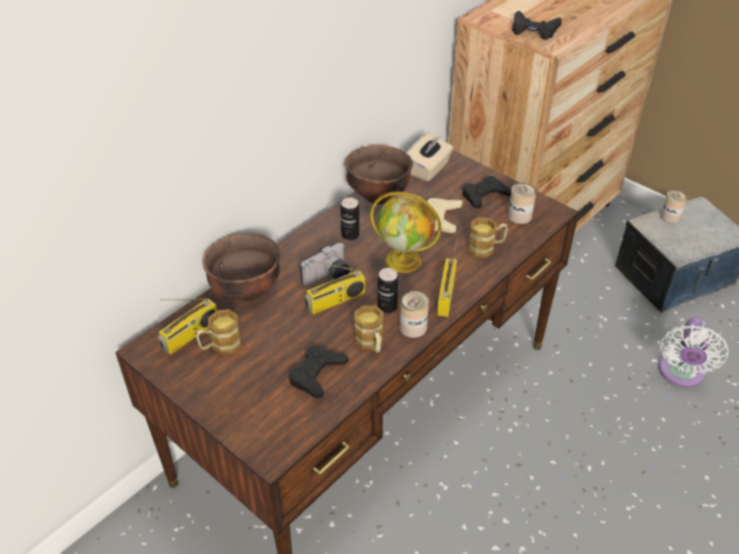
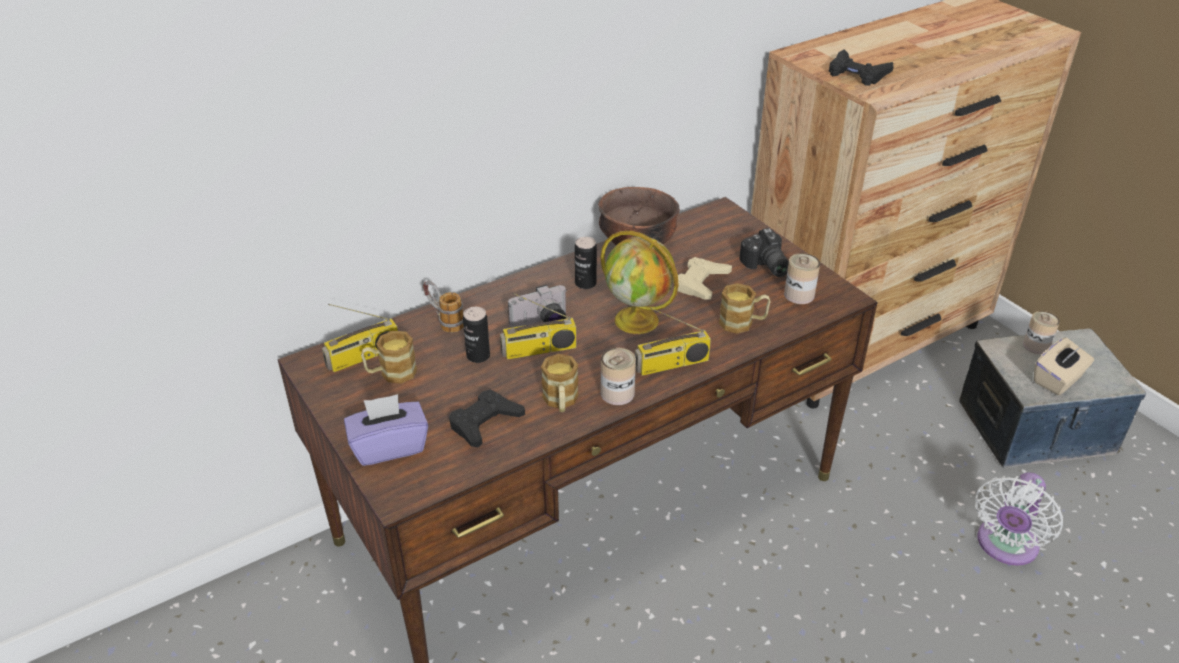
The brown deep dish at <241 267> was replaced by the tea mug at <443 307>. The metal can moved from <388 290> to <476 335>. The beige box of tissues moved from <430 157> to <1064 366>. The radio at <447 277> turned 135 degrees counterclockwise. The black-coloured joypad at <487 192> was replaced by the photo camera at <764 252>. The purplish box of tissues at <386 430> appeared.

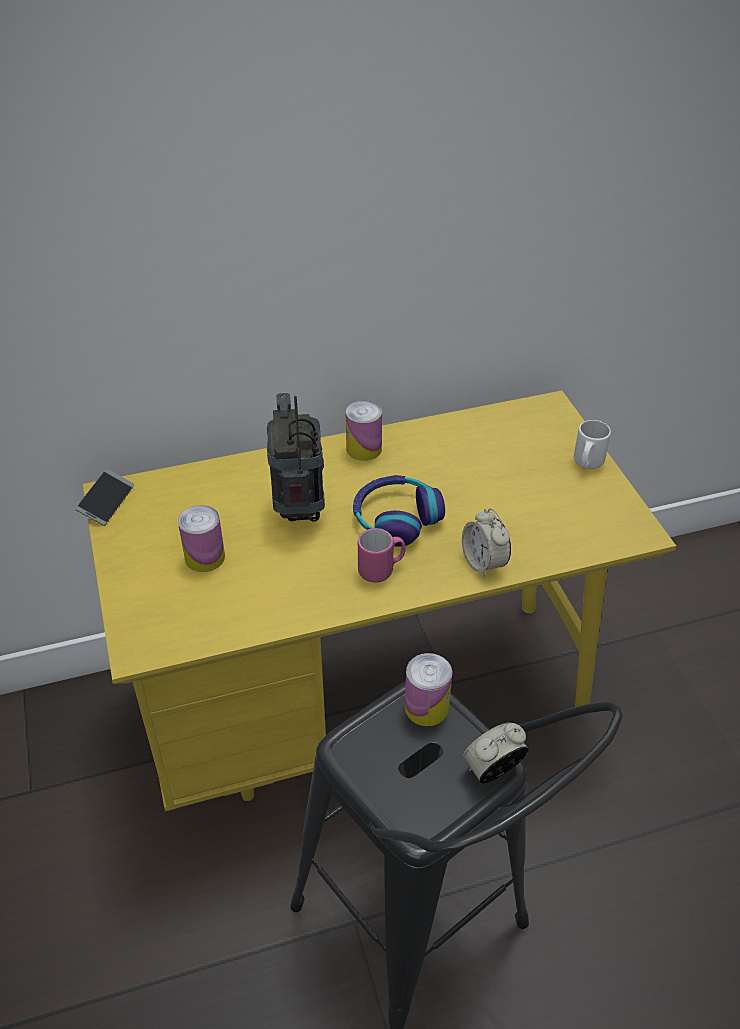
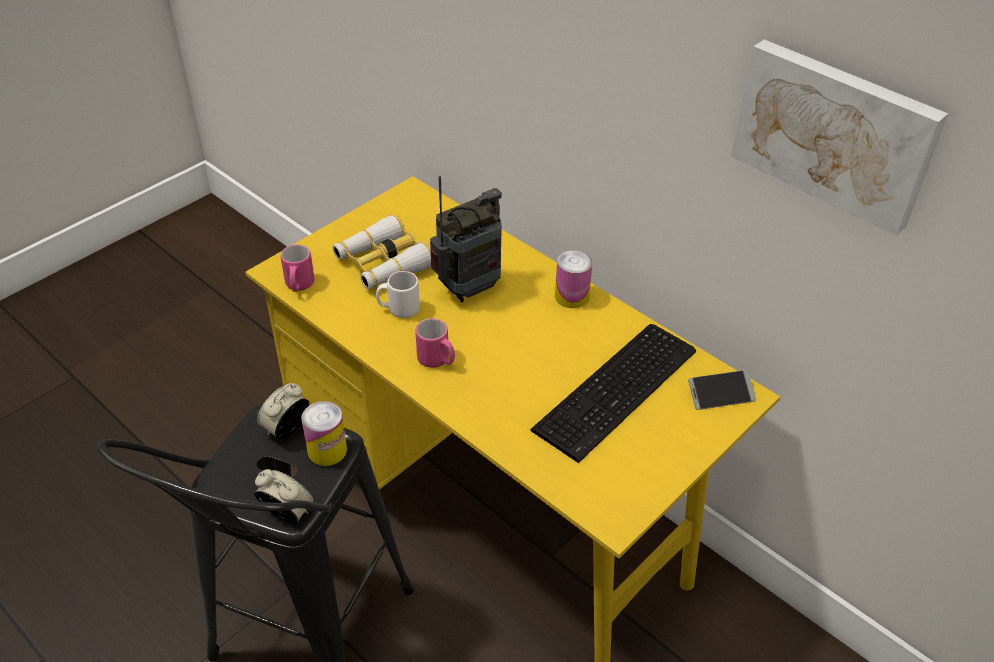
The handset moved from <105 497> to <722 390>. The metal can at <201 538> was replaced by the pair of binoculars at <382 252>. The headset at <399 511> disappeared. The alarm clock moved from <486 543> to <283 411>. The white tea mug moved from <592 444> to <398 294>. The pink tea mug at <297 268> appeared. The PC keyboard at <613 393> appeared. The picture at <839 137> appeared.

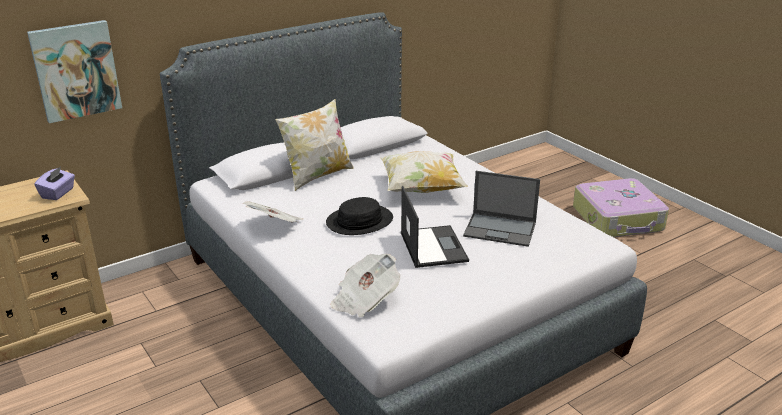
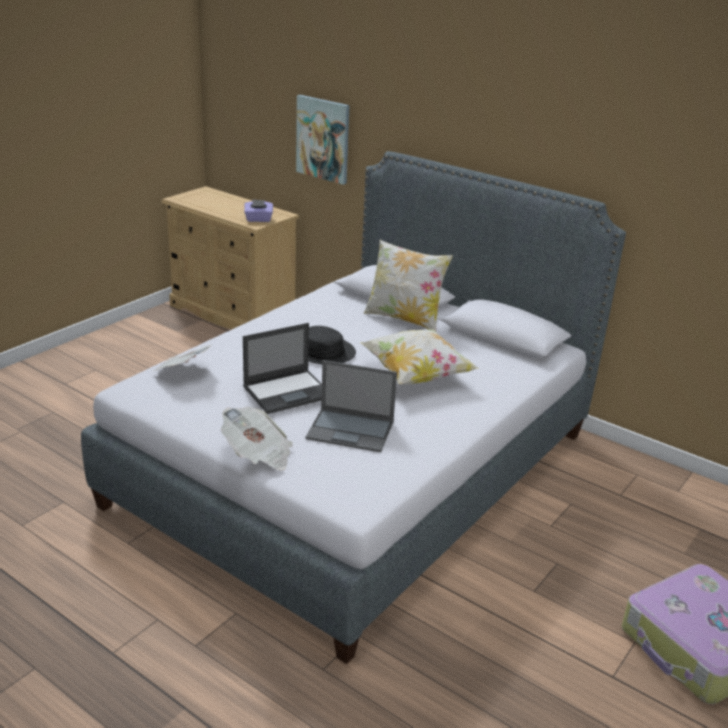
The printed paper moved from <273 212> to <257 439>. The notebook computer at <501 209> turned 75 degrees counterclockwise.

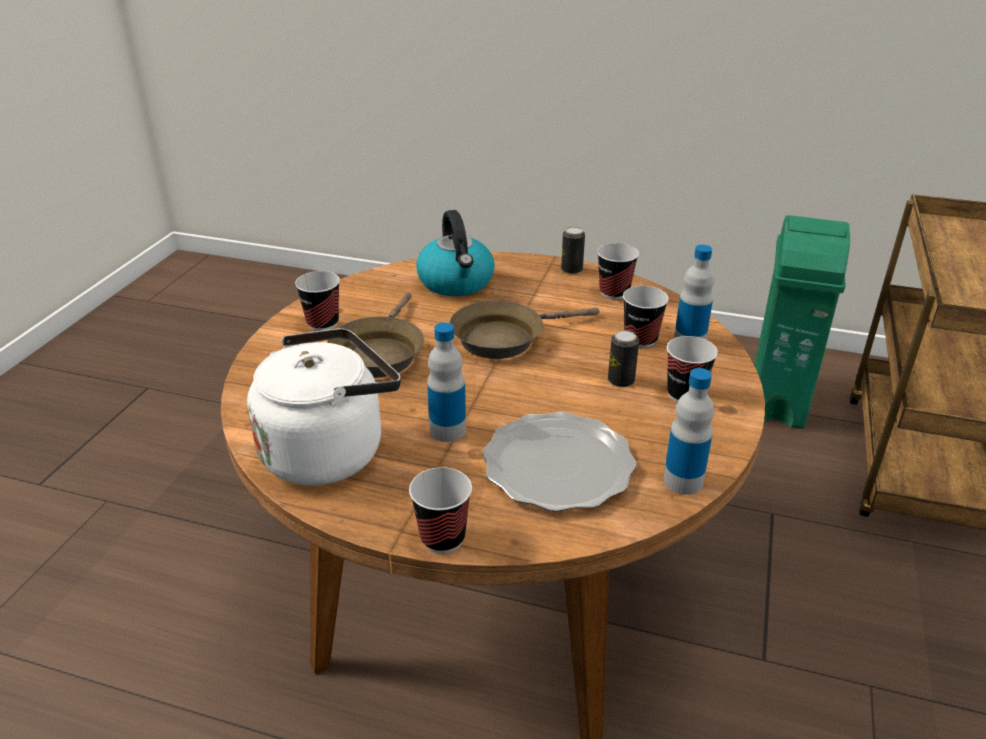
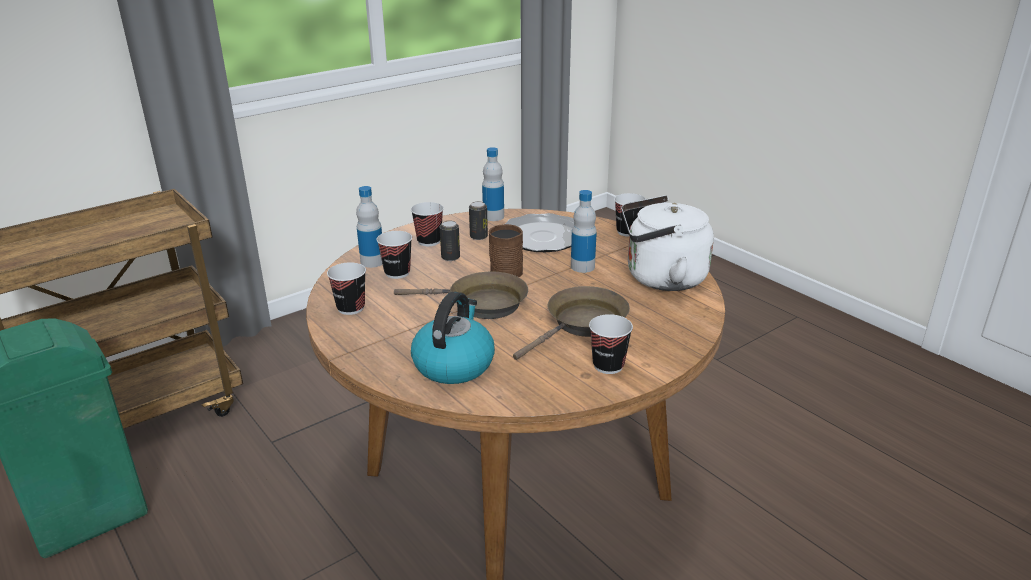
The metal can moved from <573 250> to <478 220>. The brown tea mug at <505 250> appeared.

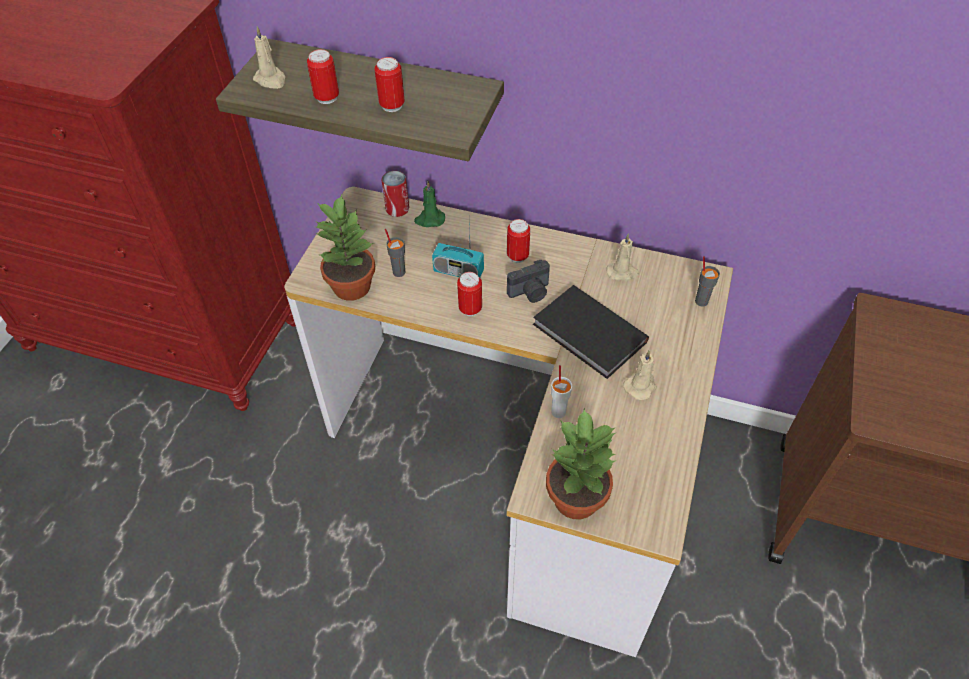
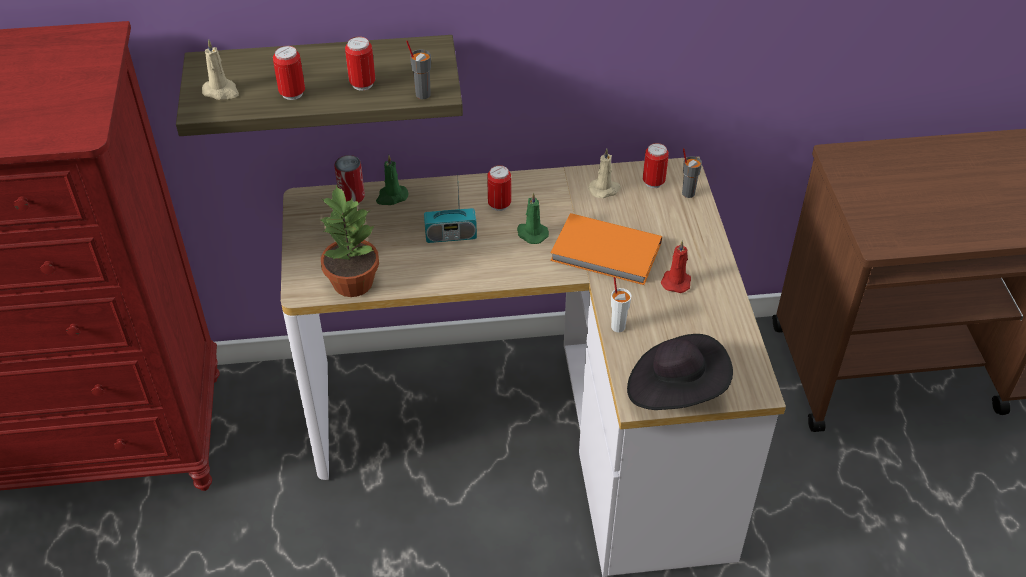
The grey cup moved from <395 253> to <418 69>. The metal can moved from <469 294> to <656 165>. The photo camera at <528 281> was replaced by the green wax light at <533 218>. The black-coloured book at <591 332> became the orange-coloured book at <606 249>. The potted plant at <581 463> was replaced by the black-coloured wearable hat at <680 372>. The beige wax light at <640 375> became the red wax light at <676 266>.

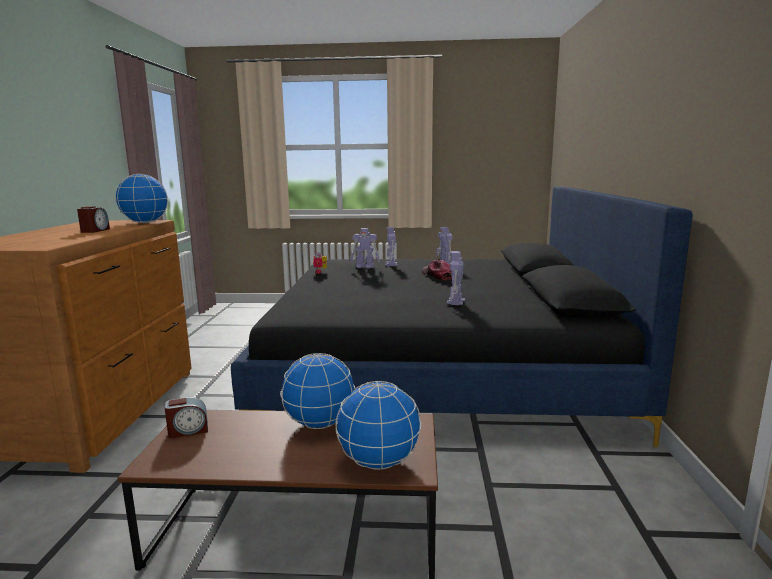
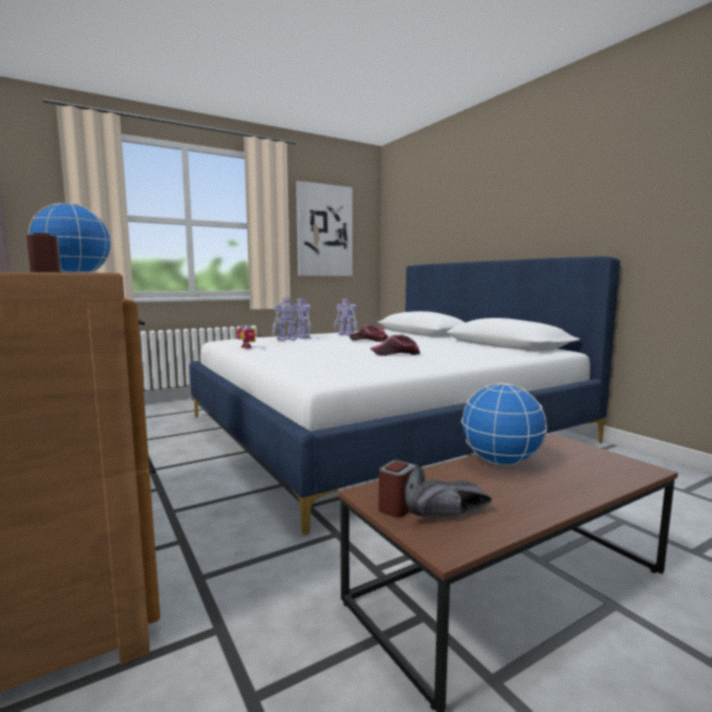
The black-coloured sleeping bed at <462 316> became the white sleeping bed at <404 395>. The desk globe at <378 425> disappeared. The robot figure at <456 278> disappeared. The picture at <324 228> appeared. The peaked cap at <395 345> appeared. The black-coloured low shoe at <450 497> appeared.

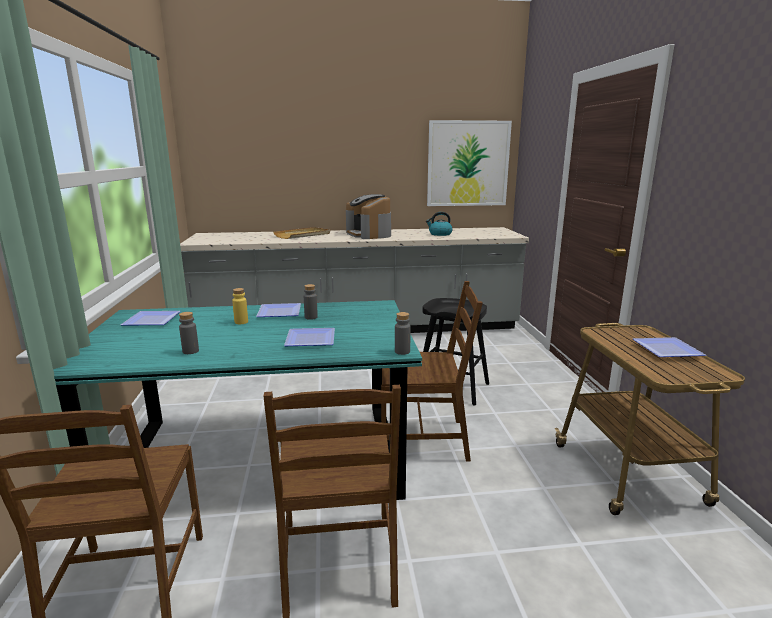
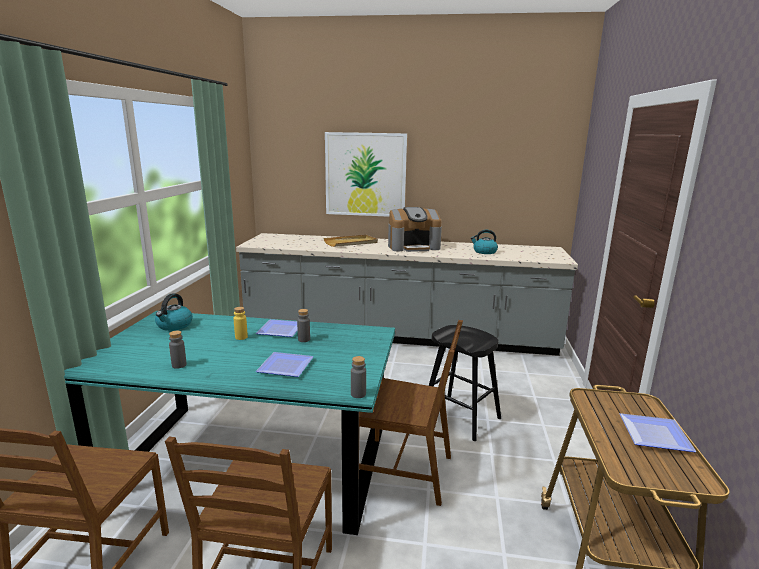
The dinner plate at <150 318> was replaced by the water kettle at <174 312>. The coffee brewer at <368 216> turned 90 degrees counterclockwise. The picture moved from <469 163> to <366 174>.

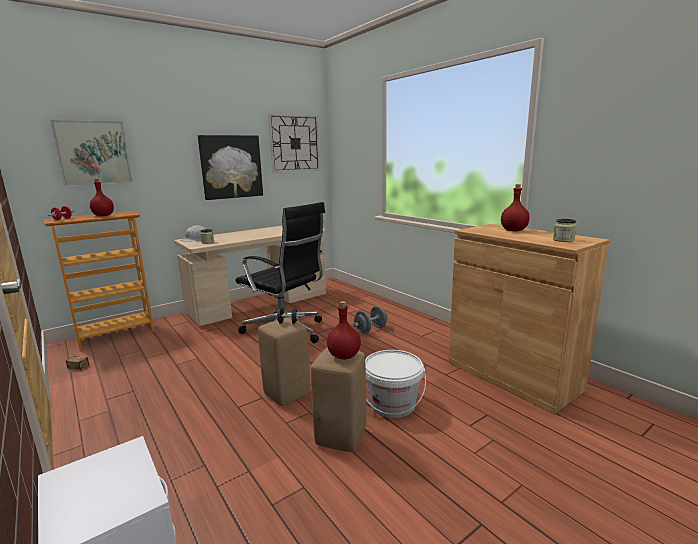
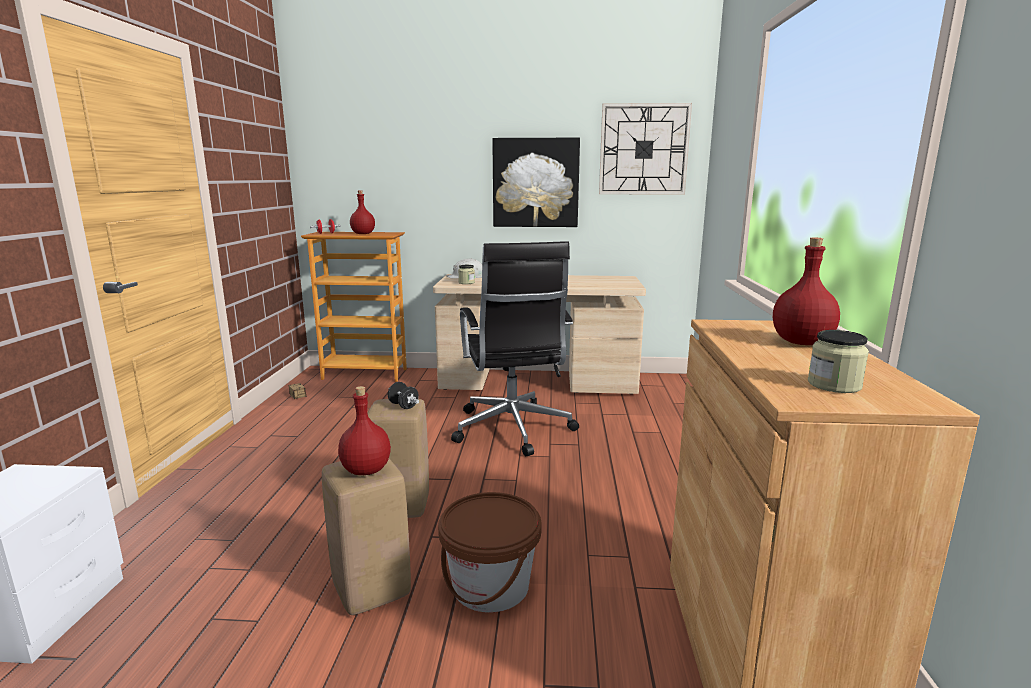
The picture at <91 153> disappeared. The grey dumbbell at <370 320> disappeared. The white pail at <395 384> became the brown pail at <490 552>.

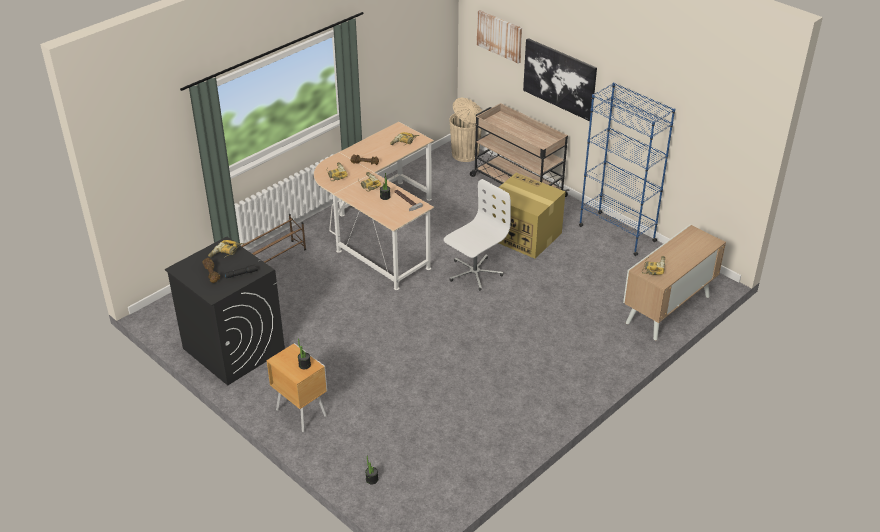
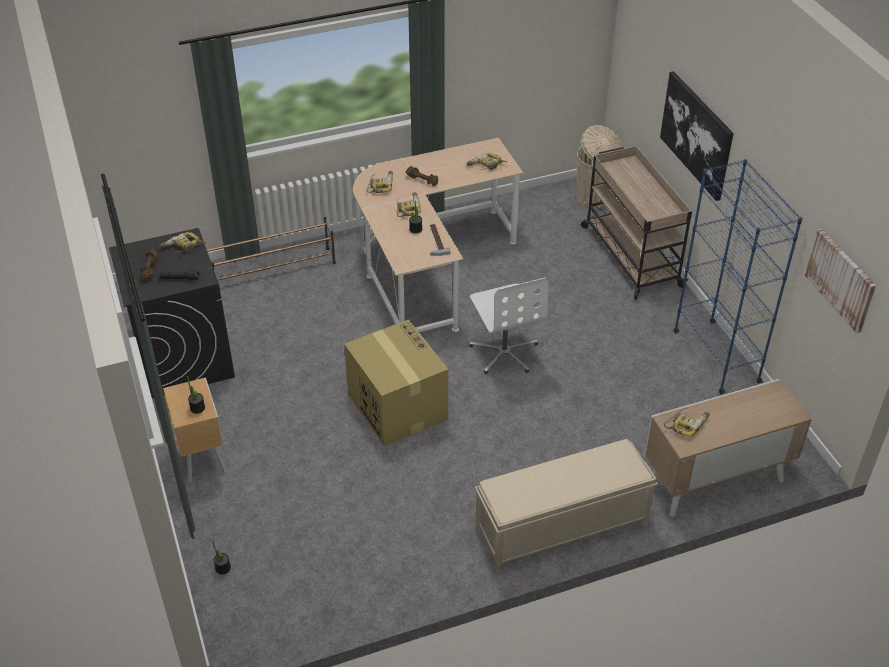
The white computer chair at <477 235> turned 90 degrees clockwise. The picture moved from <499 37> to <840 281>. The cardboard box moved from <529 216> to <396 382>. The beige long seat at <566 506> appeared.

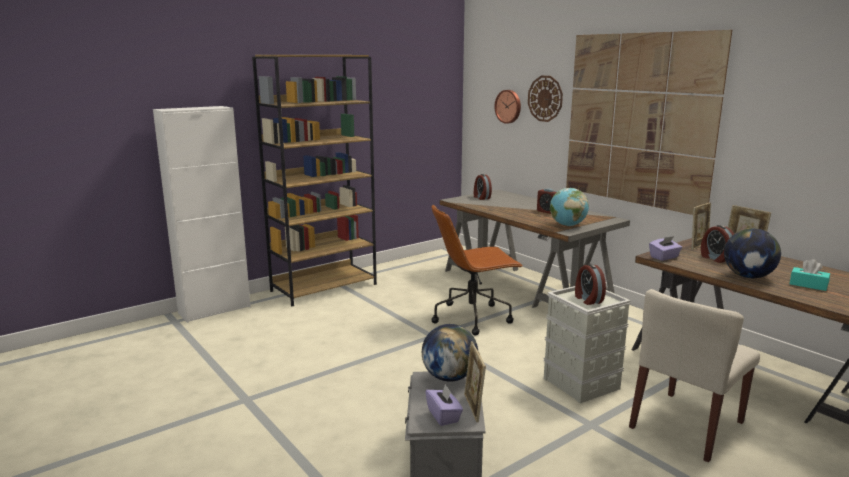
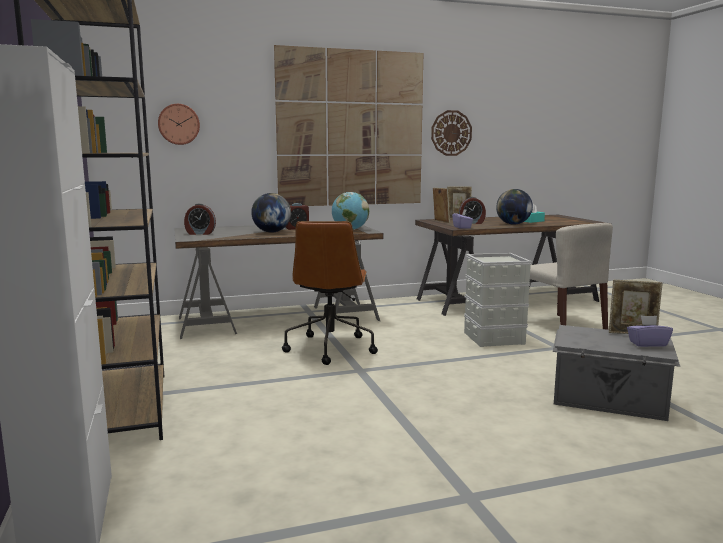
The desk globe moved from <450 353> to <271 213>. The wall clock moved from <545 99> to <451 133>. The alarm clock at <590 284> disappeared.

